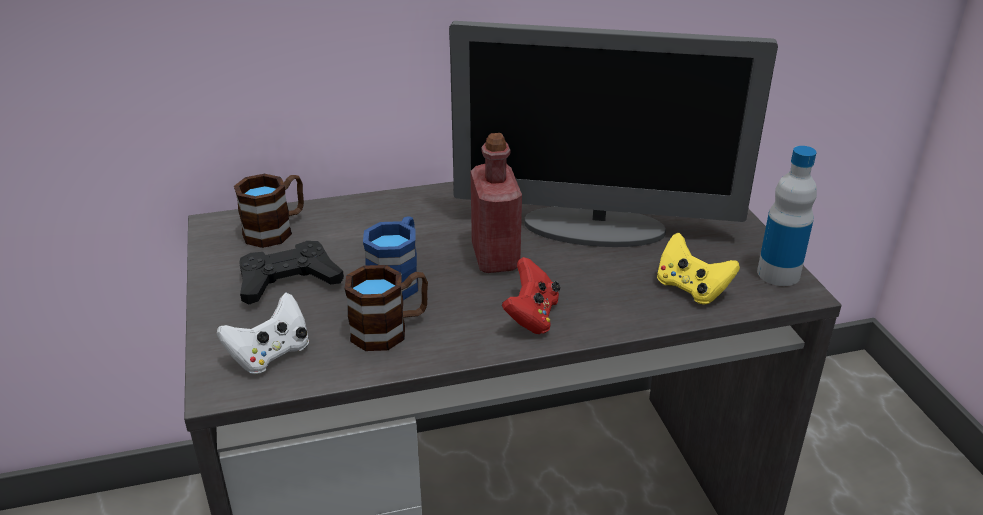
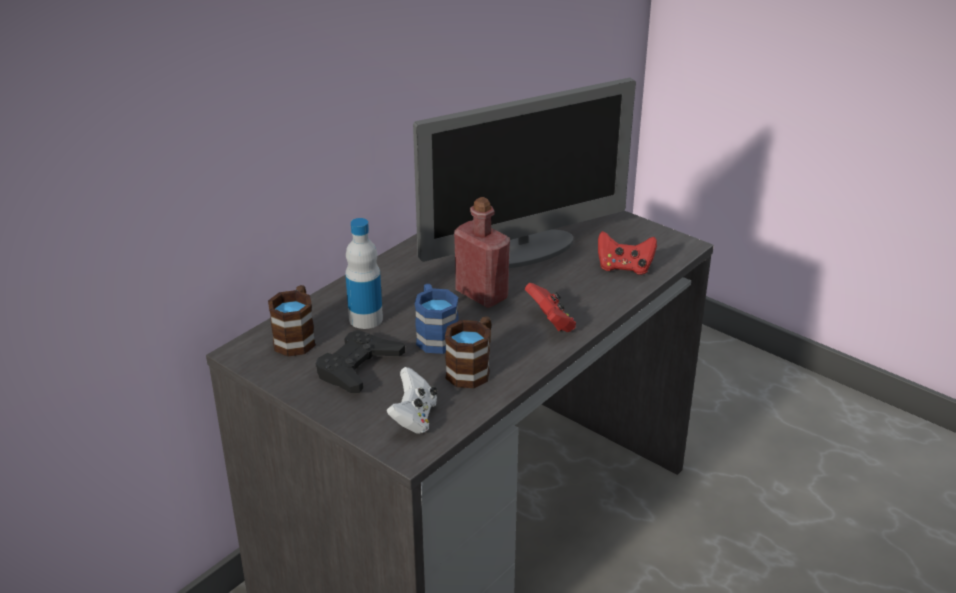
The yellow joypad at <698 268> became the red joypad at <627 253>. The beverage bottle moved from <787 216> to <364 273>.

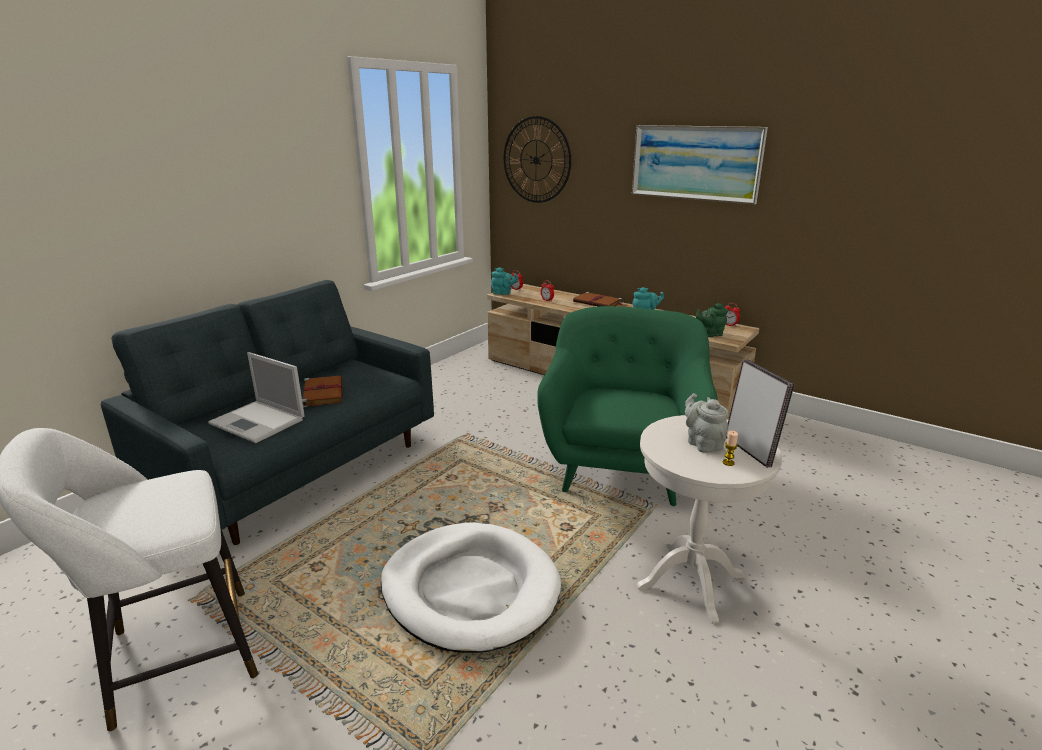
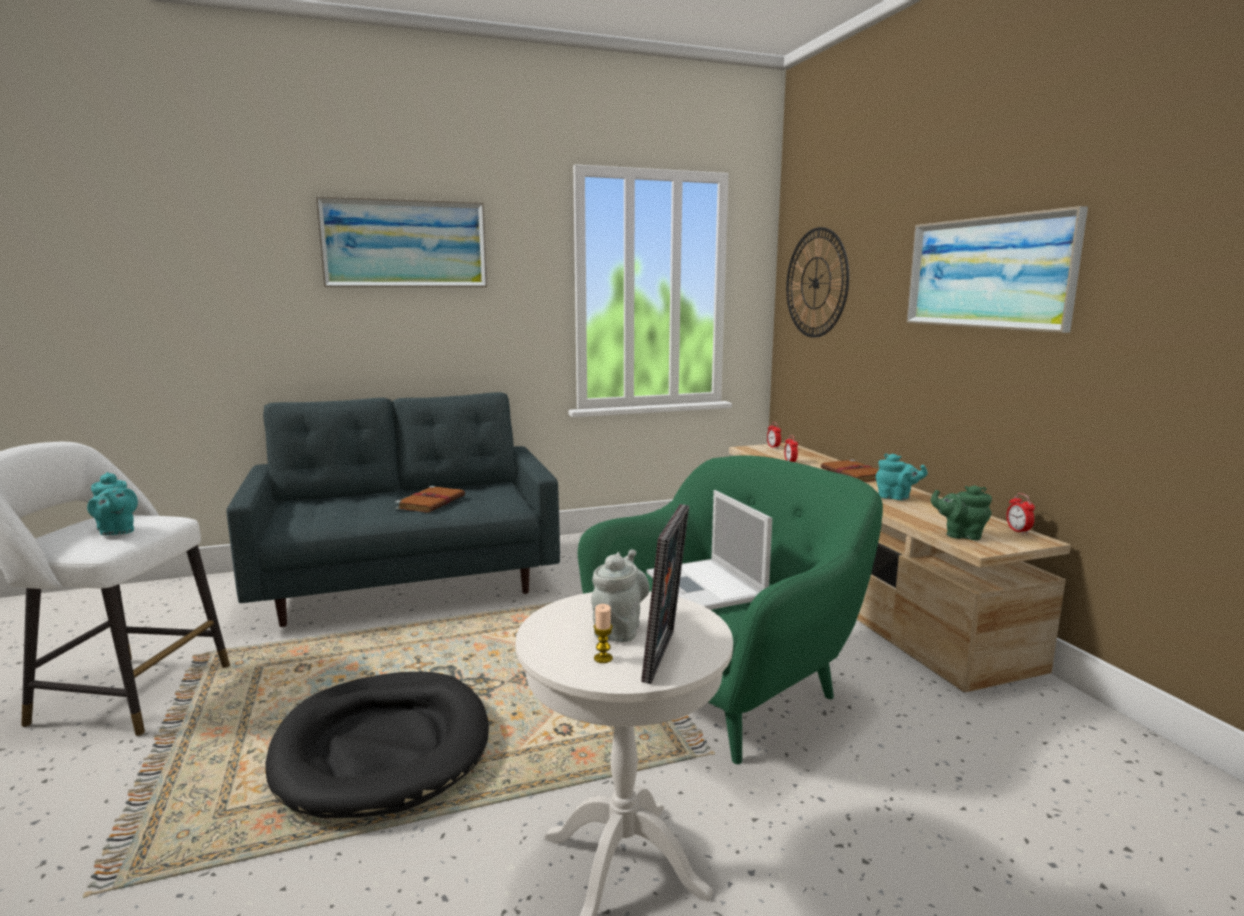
The notebook computer moved from <256 397> to <709 550>. The white dog bed at <471 587> became the black-coloured dog bed at <377 745>. The turquoise-coloured pot for tea moved from <504 281> to <112 504>. The picture at <401 241> appeared.

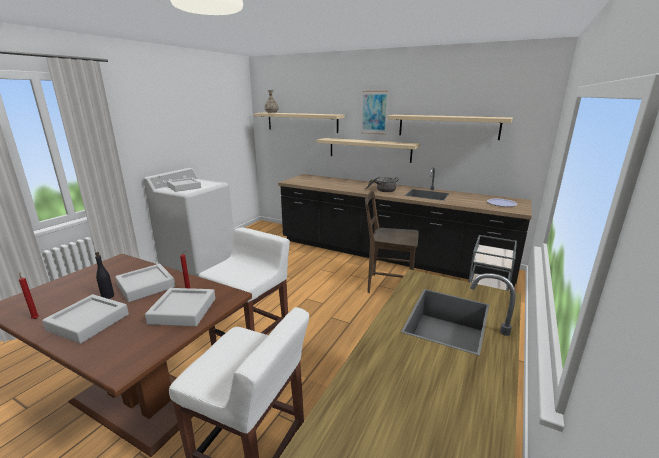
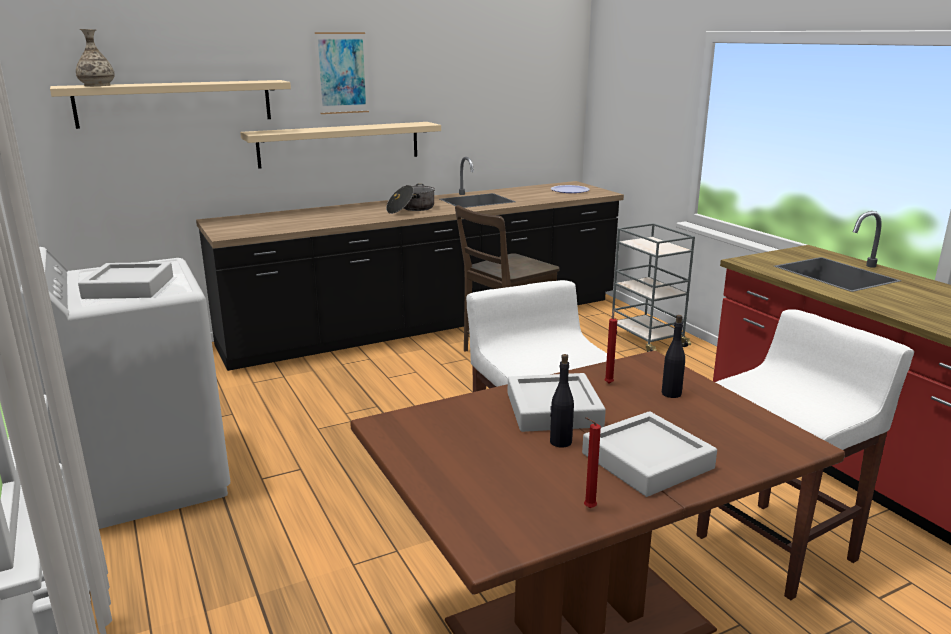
The grey serving tray at <180 307> was replaced by the black-coloured beverage bottle at <673 356>. The beige bracket shelf at <450 127> disappeared.

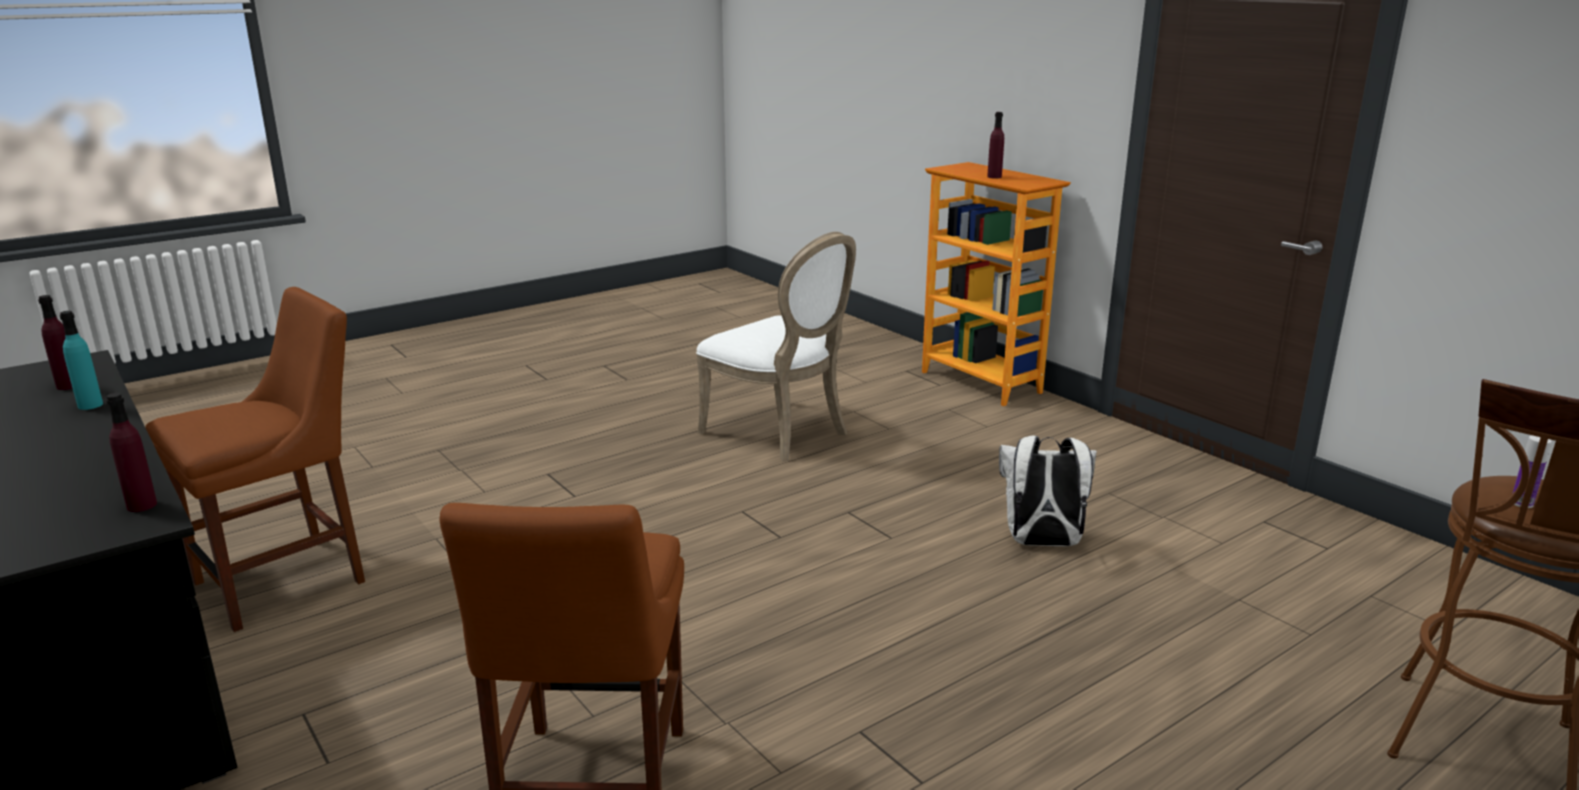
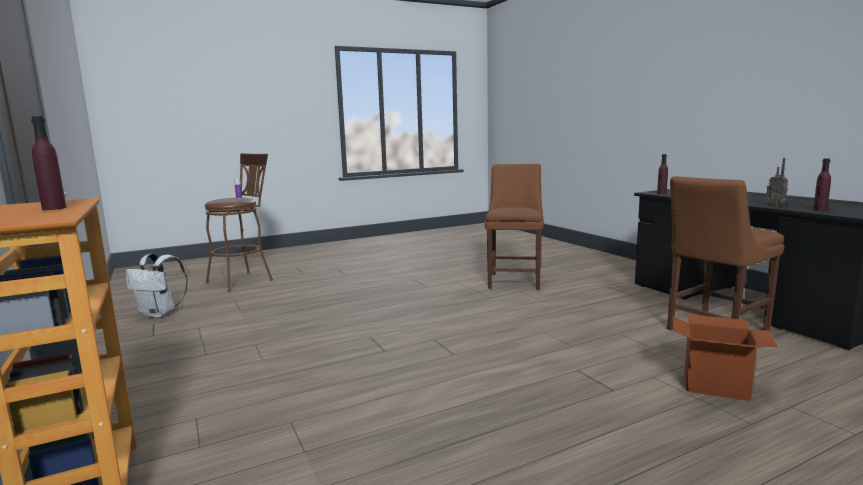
The turquoise-coloured beverage bottle at <81 360> was replaced by the radio at <777 182>. The white plain chair at <776 347> disappeared. The white rucksack moved from <1048 490> to <157 286>. The cardboard box at <725 357> appeared.

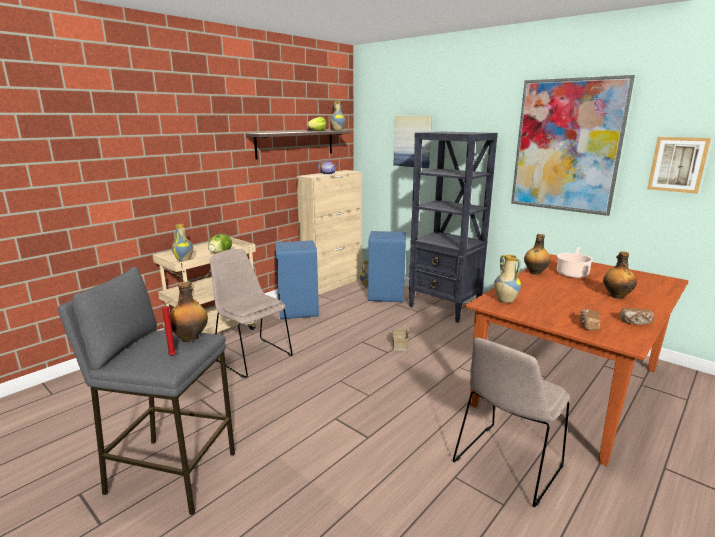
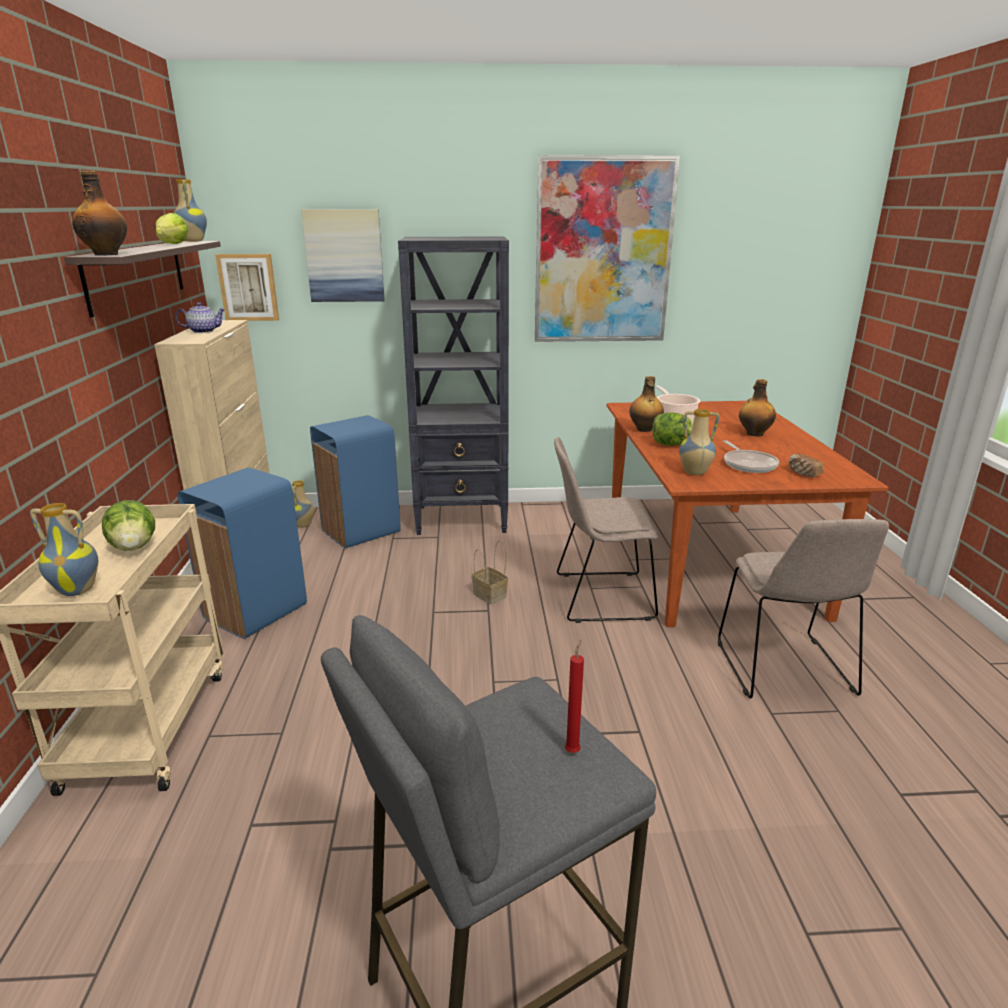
The beverage bottle moved from <189 312> to <99 213>. The beige plain chair moved from <251 313> to <606 530>. The bread at <637 316> disappeared. The picture moved from <679 165> to <247 287>. The lettuce head at <672 429> appeared. The pan at <751 456> appeared.

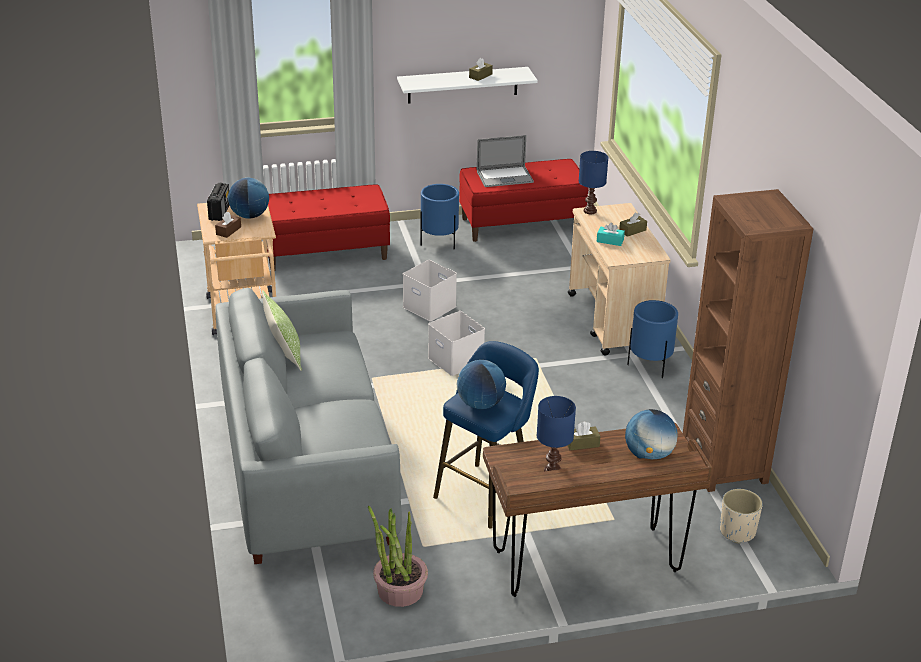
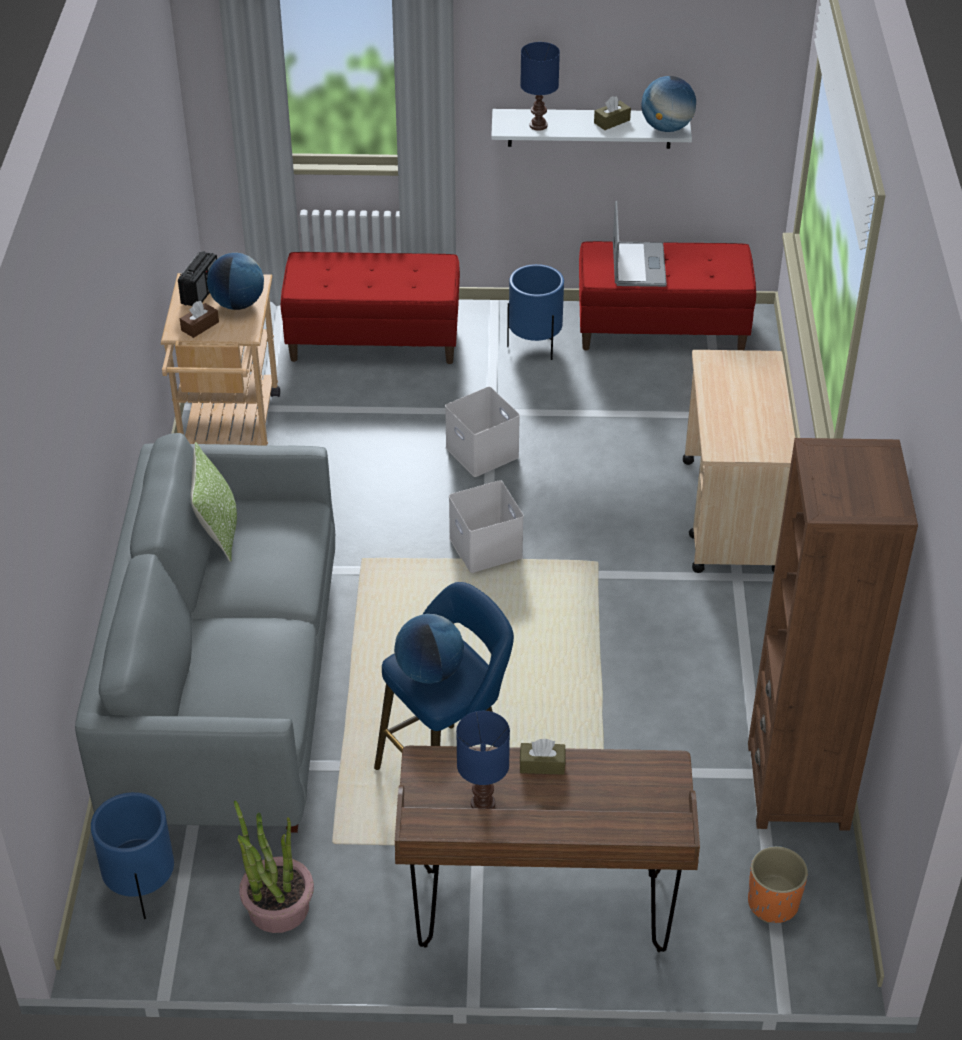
The notebook computer at <505 161> turned 90 degrees counterclockwise. The bluish table lamp moved from <593 182> to <540 86>. The turquoise-coloured box of tissues at <611 234> disappeared. The brown box of tissues at <633 224> disappeared. The desk globe moved from <651 434> to <668 104>. The bluish flower pot moved from <652 339> to <132 855>. The beige flower pot at <741 516> became the orange-coloured flower pot at <778 884>.

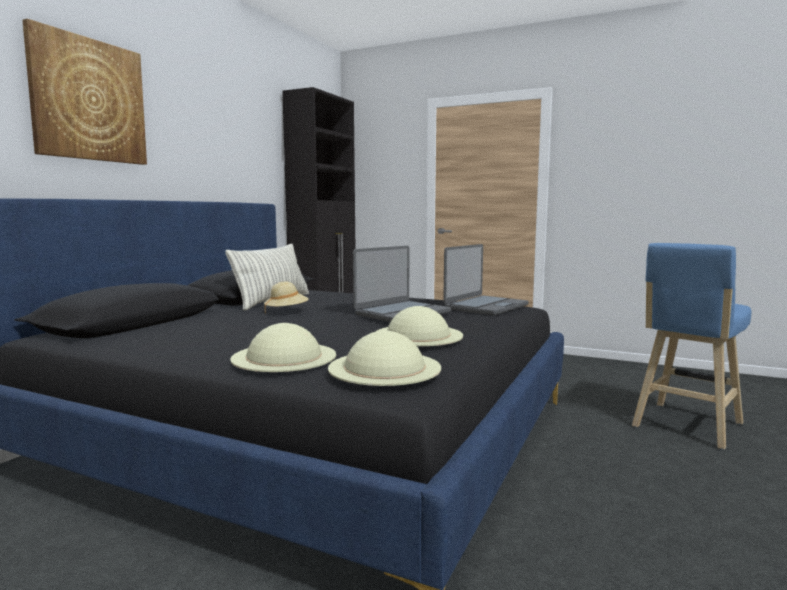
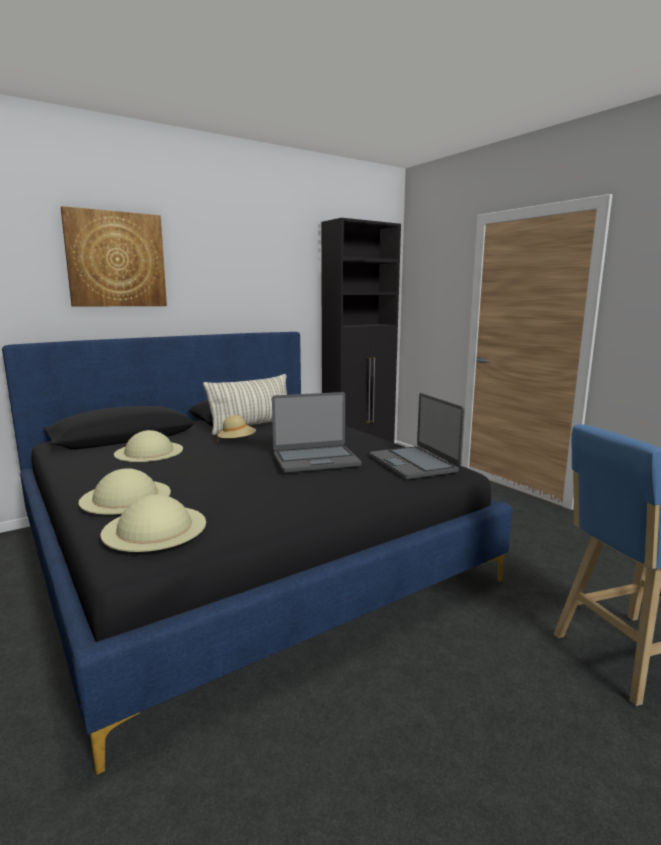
The beige wearable hat moved from <419 326> to <148 446>. The notebook computer at <486 279> turned 90 degrees clockwise.

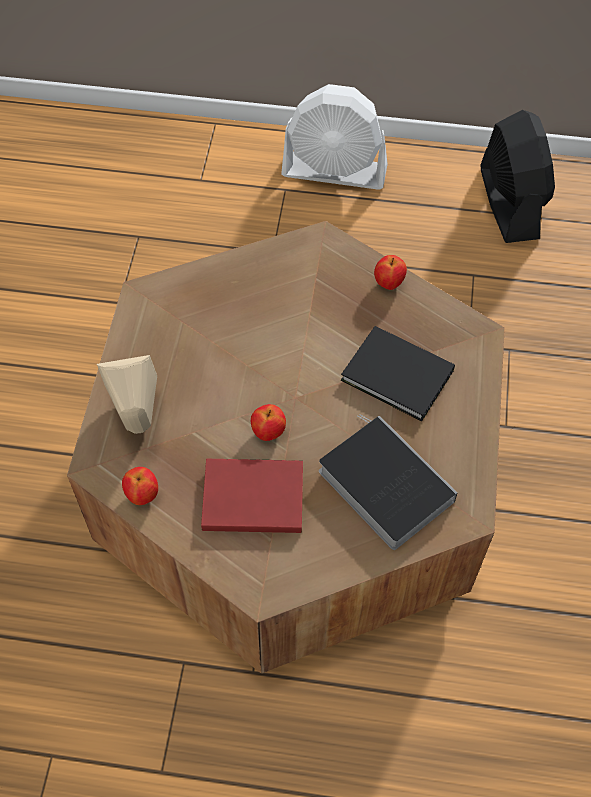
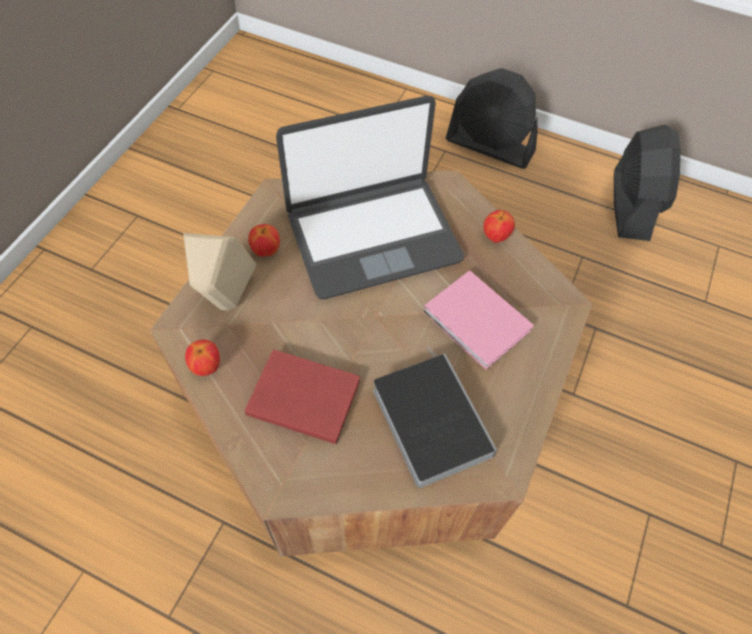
The apple fruit moved from <268 422> to <264 240>. The white fan at <334 137> became the black-coloured fan at <492 118>. The black-coloured book at <398 373> became the pink book at <478 320>. The notebook computer at <370 197> appeared.

